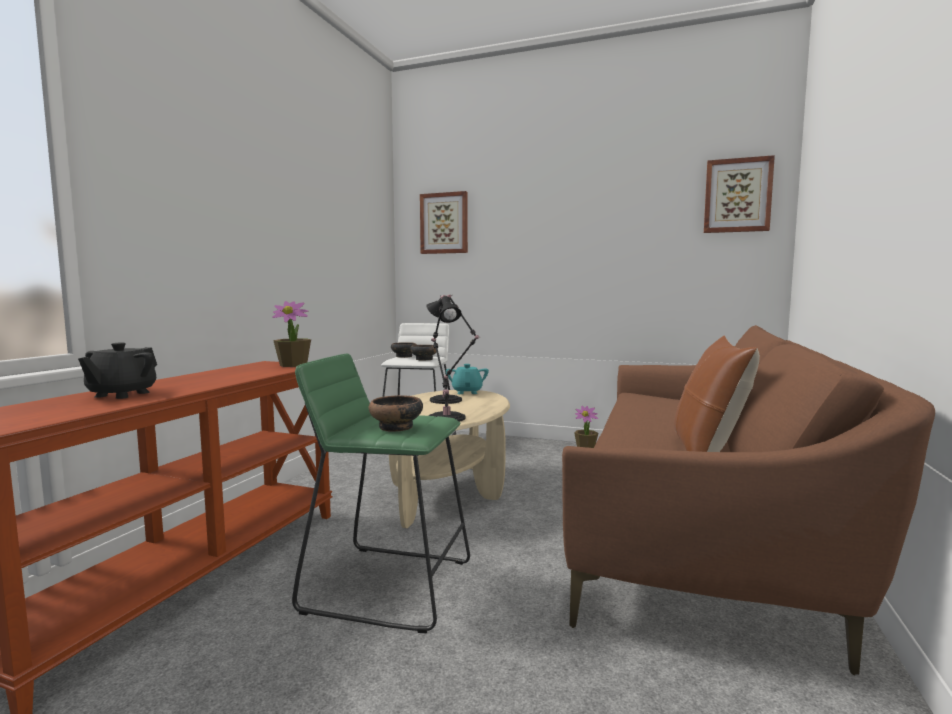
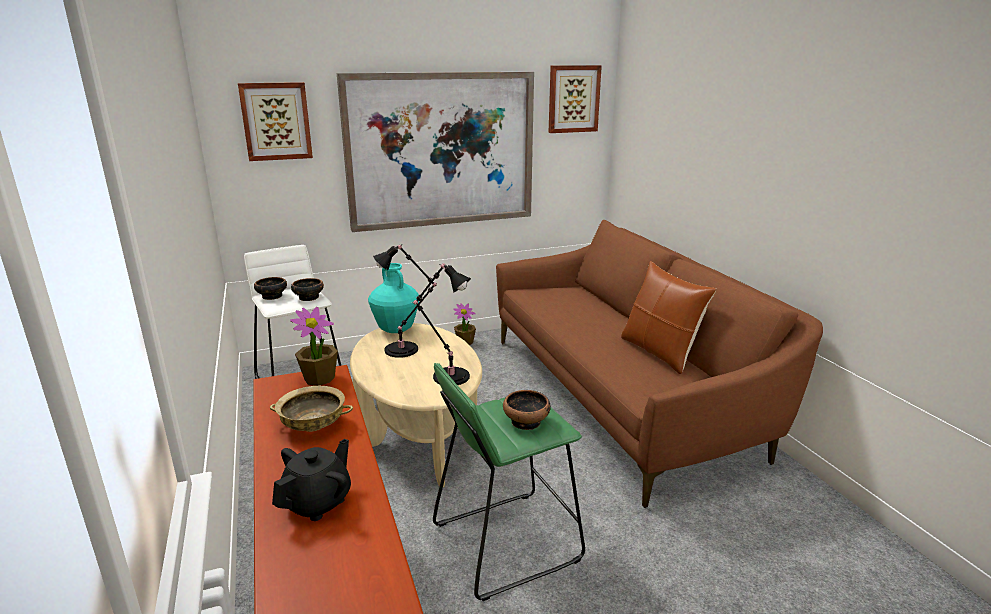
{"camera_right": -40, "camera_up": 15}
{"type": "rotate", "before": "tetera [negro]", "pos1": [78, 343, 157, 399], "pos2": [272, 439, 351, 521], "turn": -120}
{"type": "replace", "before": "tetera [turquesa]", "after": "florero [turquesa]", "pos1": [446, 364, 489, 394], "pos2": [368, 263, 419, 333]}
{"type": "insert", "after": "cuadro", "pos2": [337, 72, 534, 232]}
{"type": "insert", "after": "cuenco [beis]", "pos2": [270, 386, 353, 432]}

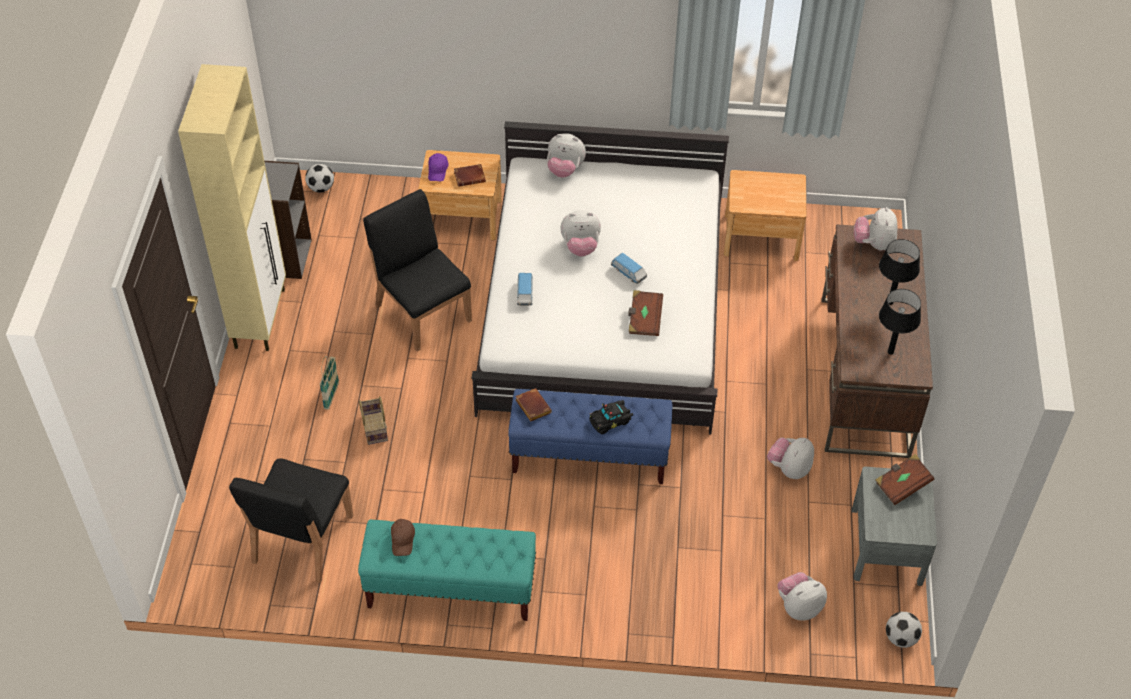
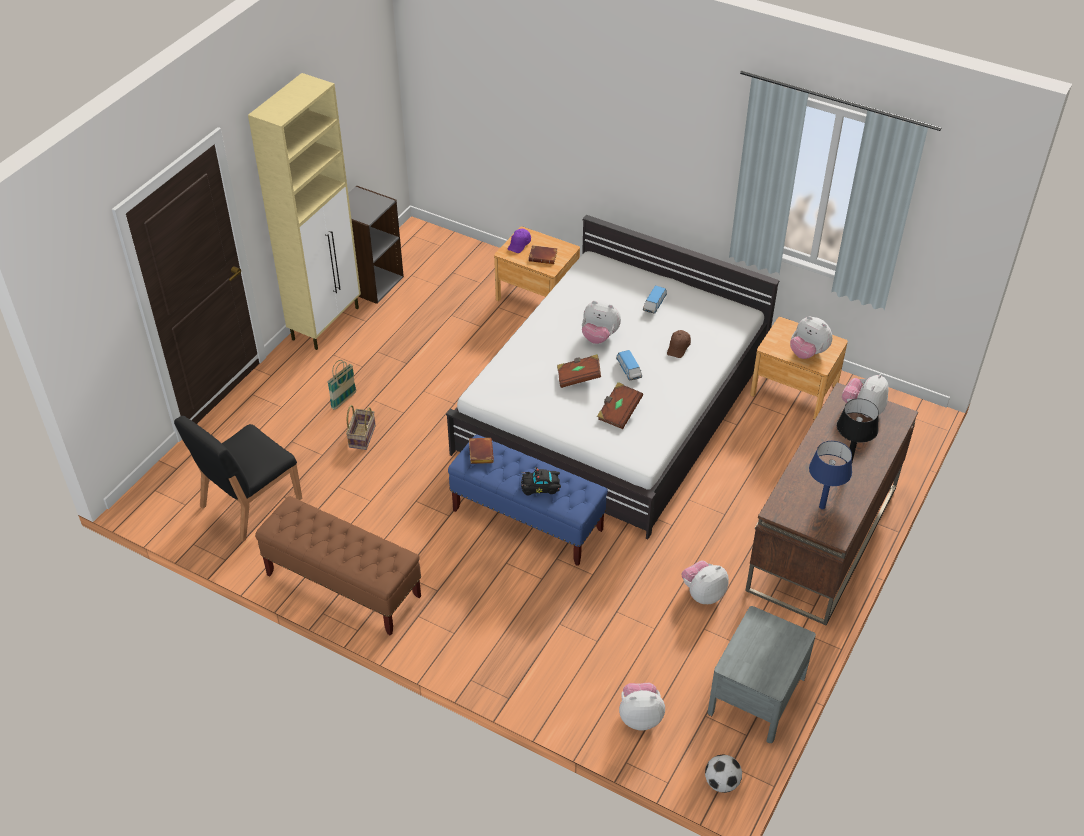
{"camera_right": 25, "camera_up": -5}
{"type": "move", "before": "peluche", "pos1": [547, 133, 586, 178], "pos2": [790, 316, 833, 359]}
{"type": "delete", "before": "balón de fútbol", "pos1": [305, 164, 334, 192]}
{"type": "delete", "before": "silla [negro]", "pos1": [363, 189, 472, 351]}
{"type": "move", "before": "coche de juguete", "pos1": [517, 273, 533, 306], "pos2": [643, 285, 667, 314]}
{"type": "recolor", "before": "lámpara de mesa [negro]", "after": "lámpara de mesa [azul]", "pos1": [879, 289, 921, 355], "pos2": [809, 441, 852, 509]}
{"type": "move", "before": "libro [marrón]", "pos1": [875, 454, 935, 505], "pos2": [557, 354, 601, 388]}
{"type": "recolor", "before": "banco [turquesa]", "after": "banco [marrón]", "pos1": [358, 519, 536, 621], "pos2": [255, 496, 421, 636]}
{"type": "move", "before": "gorra [marrón]", "pos1": [391, 519, 415, 556], "pos2": [667, 330, 691, 358]}

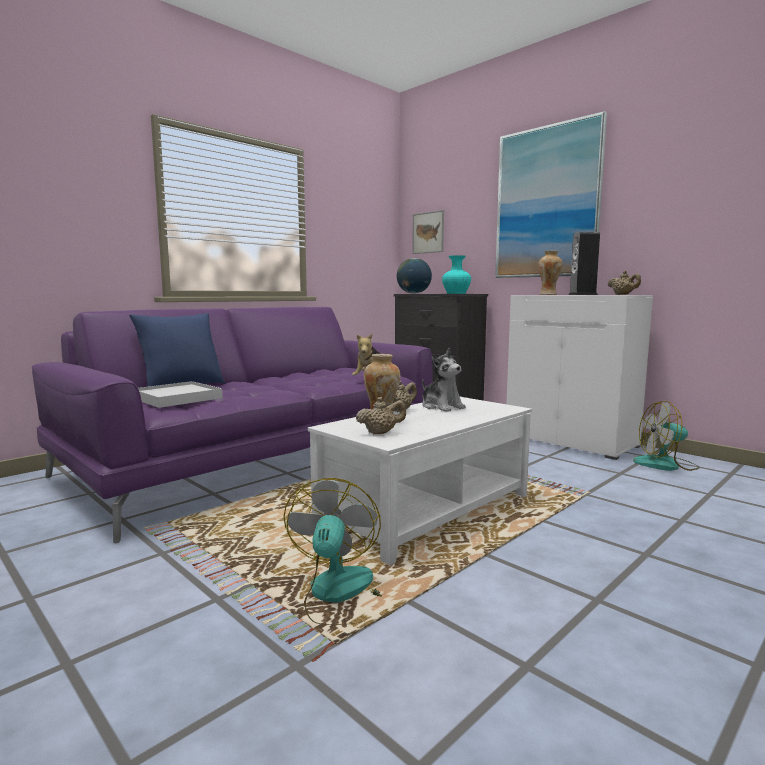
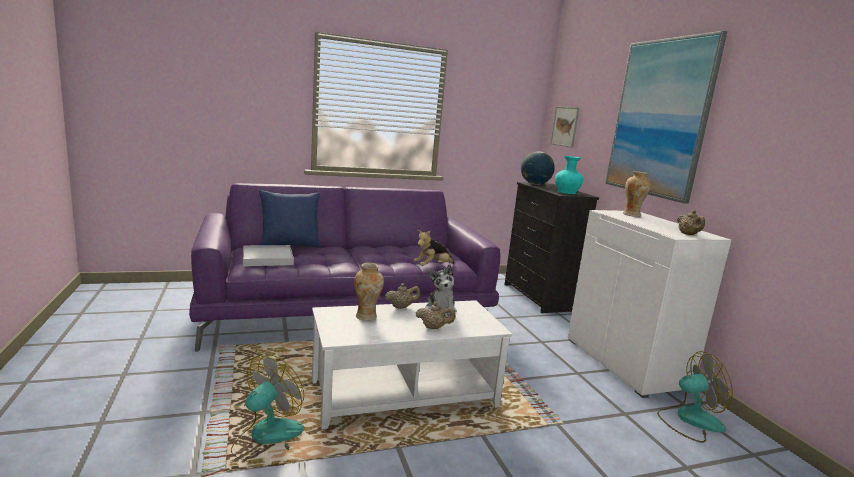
{"camera_right": 25, "camera_up": 5}
{"type": "delete", "before": "altavoz", "pos1": [568, 232, 600, 295]}
{"type": "move", "before": "tetera [beis]", "pos1": [356, 397, 406, 434], "pos2": [416, 302, 455, 329]}
{"type": "rotate", "before": "ventilador", "pos1": [633, 401, 700, 471], "pos2": [657, 351, 733, 443], "turn": 150}

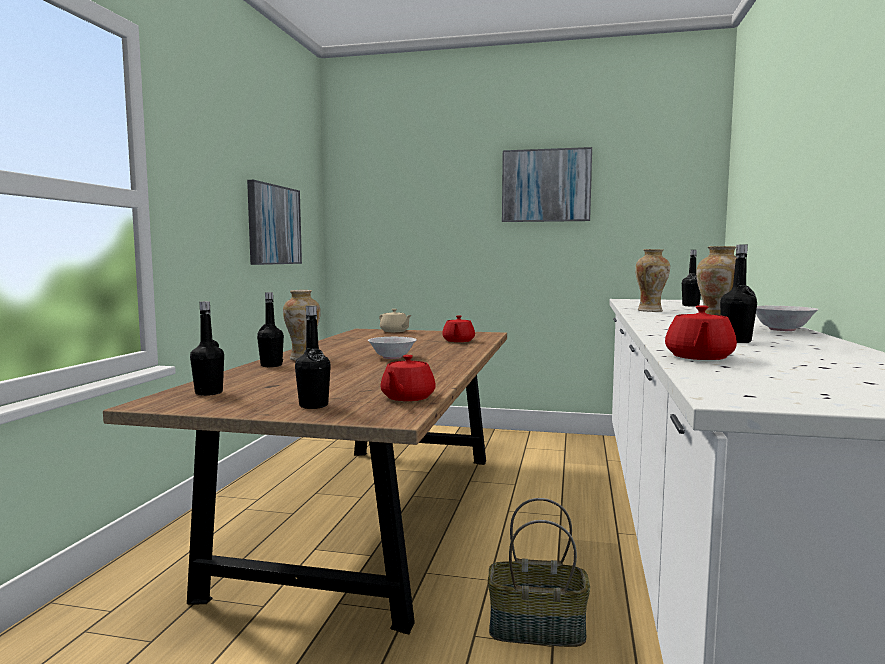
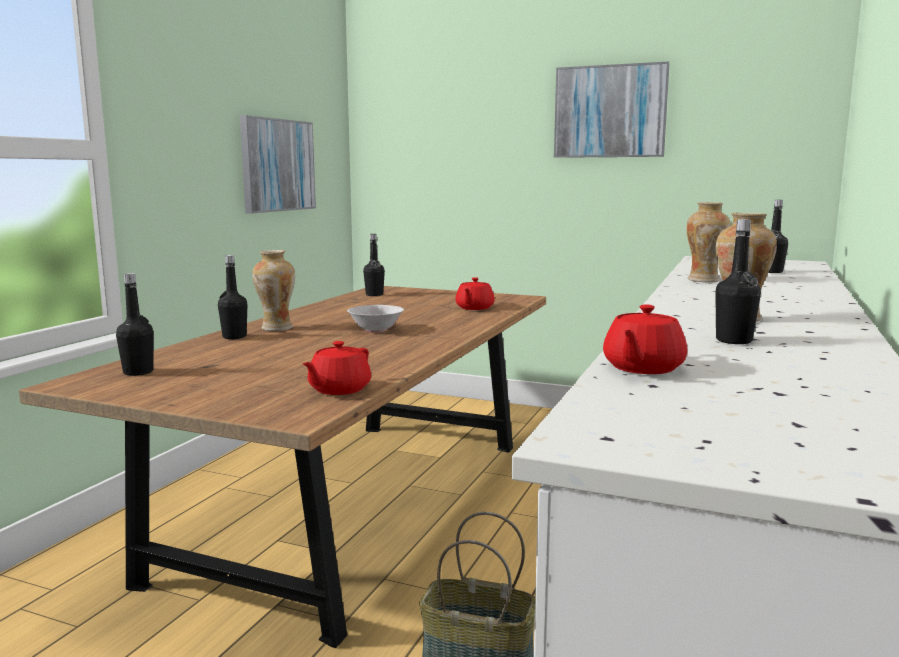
{"camera_right": 10, "camera_up": 5}
{"type": "move", "before": "botella [negro]", "pos1": [295, 306, 331, 409], "pos2": [363, 234, 385, 296]}
{"type": "delete", "before": "cuenco [blanco]", "pos1": [756, 306, 819, 331]}
{"type": "delete", "before": "tetera [beis]", "pos1": [379, 309, 412, 332]}

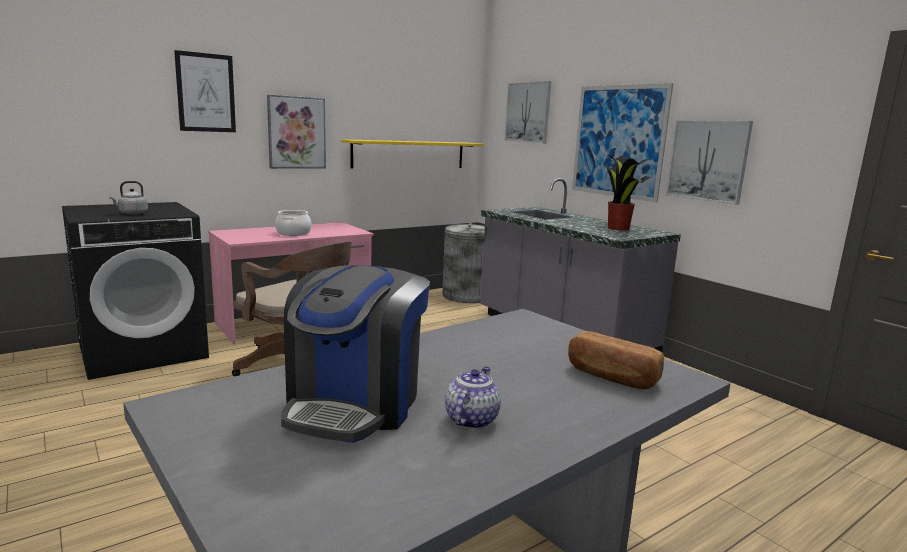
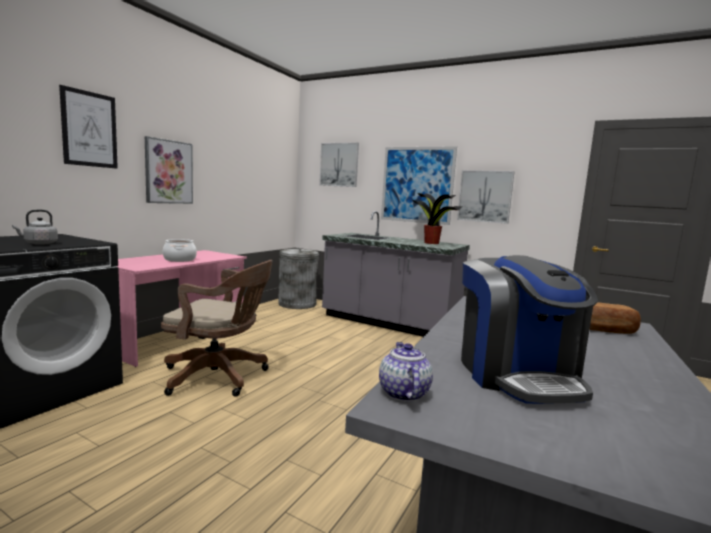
{"camera_right": -25, "camera_up": -5}
{"type": "delete", "before": "estante [amarillo]", "pos1": [341, 139, 484, 169]}
{"type": "move", "before": "tetera", "pos1": [445, 367, 501, 429], "pos2": [379, 342, 433, 402]}

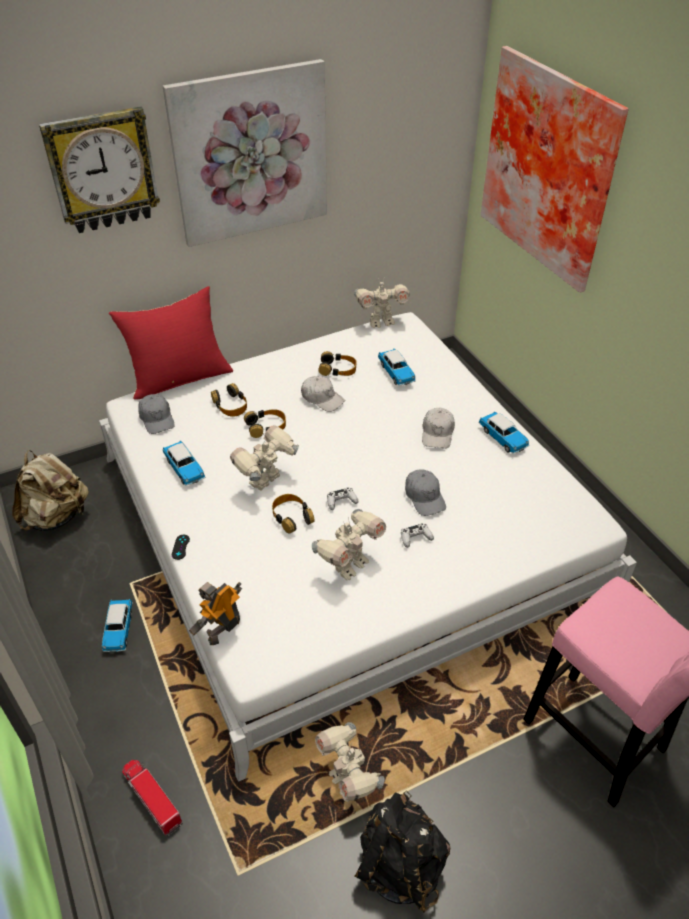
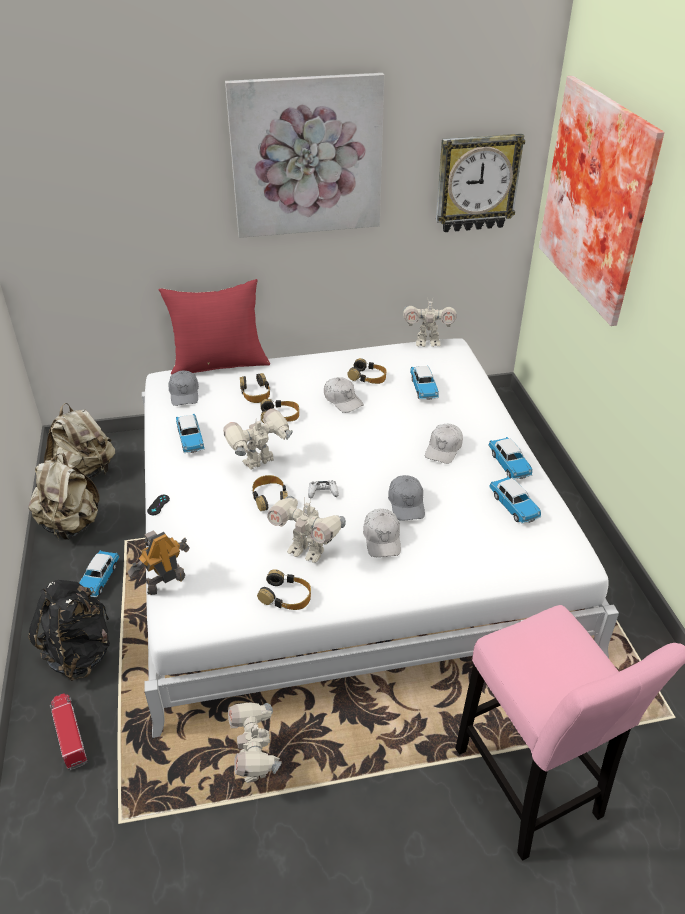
{"camera_right": 15, "camera_up": -5}
{"type": "move", "before": "reloj de pared", "pos1": [39, 106, 160, 233], "pos2": [436, 134, 525, 232]}
{"type": "rotate", "before": "robot de juguete", "pos1": [312, 509, 386, 580], "pos2": [267, 496, 346, 563], "turn": 60}
{"type": "replace", "before": "mando de consola [blanco]", "after": "gorra [blanco]", "pos1": [401, 523, 434, 548], "pos2": [363, 509, 401, 557]}
{"type": "move", "before": "mochila [negro]", "pos1": [355, 790, 450, 913], "pos2": [29, 580, 110, 681]}
{"type": "insert", "after": "mochila [beis]", "pos2": [28, 453, 100, 540]}
{"type": "insert", "after": "coche de juguete", "pos2": [489, 476, 541, 524]}
{"type": "insert", "after": "auriculares", "pos2": [257, 569, 311, 610]}

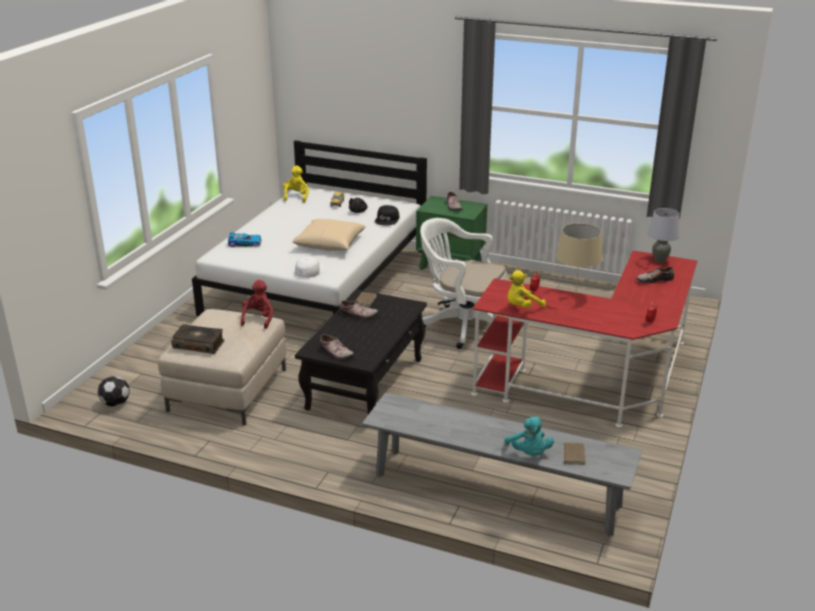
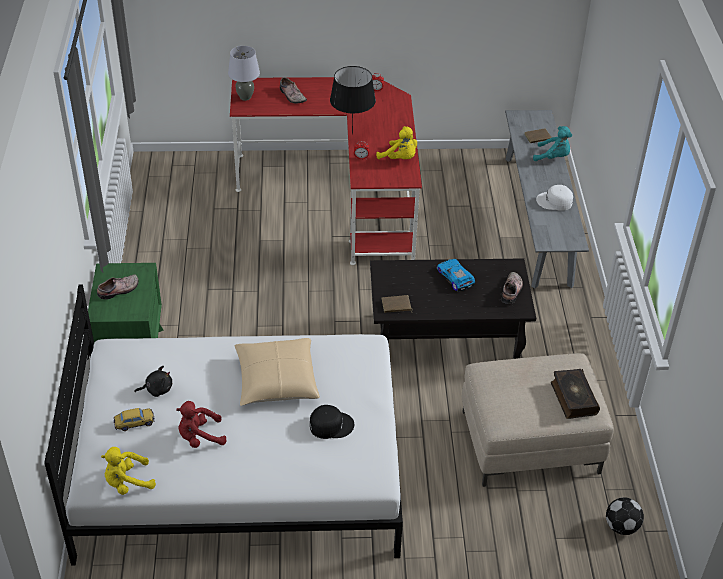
{"camera_right": -115, "camera_up": 15}
{"type": "move", "before": "gorra [negro]", "pos1": [375, 205, 399, 226], "pos2": [310, 405, 354, 439]}
{"type": "delete", "before": "silla de oficina [blanco]", "pos1": [420, 218, 507, 349]}
{"type": "recolor", "before": "lámpara de mesa [beis]", "after": "lámpara de mesa [negro]", "pos1": [556, 223, 603, 294], "pos2": [330, 66, 376, 134]}
{"type": "move", "before": "coche de juguete", "pos1": [228, 232, 261, 247], "pos2": [437, 259, 475, 292]}
{"type": "move", "before": "gorra [blanco]", "pos1": [295, 256, 325, 278], "pos2": [536, 185, 573, 211]}
{"type": "move", "before": "peluche [rojo]", "pos1": [241, 280, 274, 329], "pos2": [176, 401, 227, 448]}
{"type": "delete", "before": "zapato", "pos1": [340, 300, 378, 319]}
{"type": "rotate", "before": "peluche [turquesa]", "pos1": [504, 416, 554, 456], "pos2": [533, 126, 572, 161], "turn": 60}

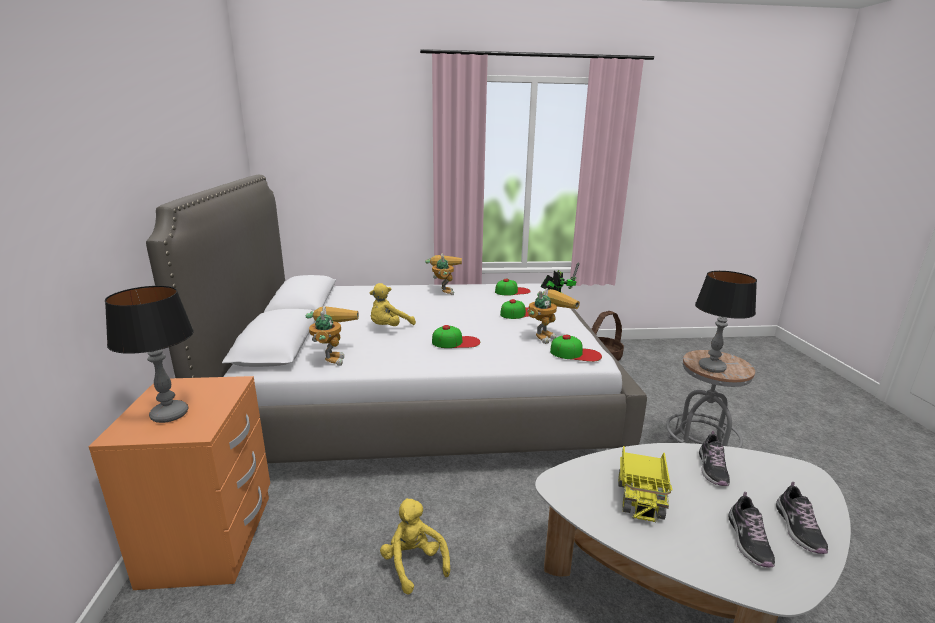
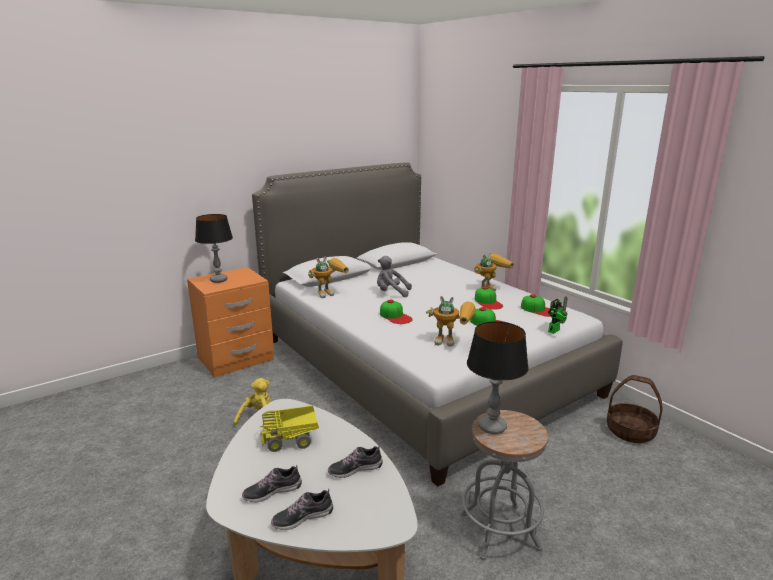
{"camera_right": 60, "camera_up": 0}
{"type": "recolor", "before": "peluche [amarillo]", "after": "peluche [gris]", "pos1": [369, 283, 416, 326], "pos2": [377, 256, 412, 297]}
{"type": "move", "before": "gorra", "pos1": [550, 335, 602, 362], "pos2": [475, 286, 503, 310]}

